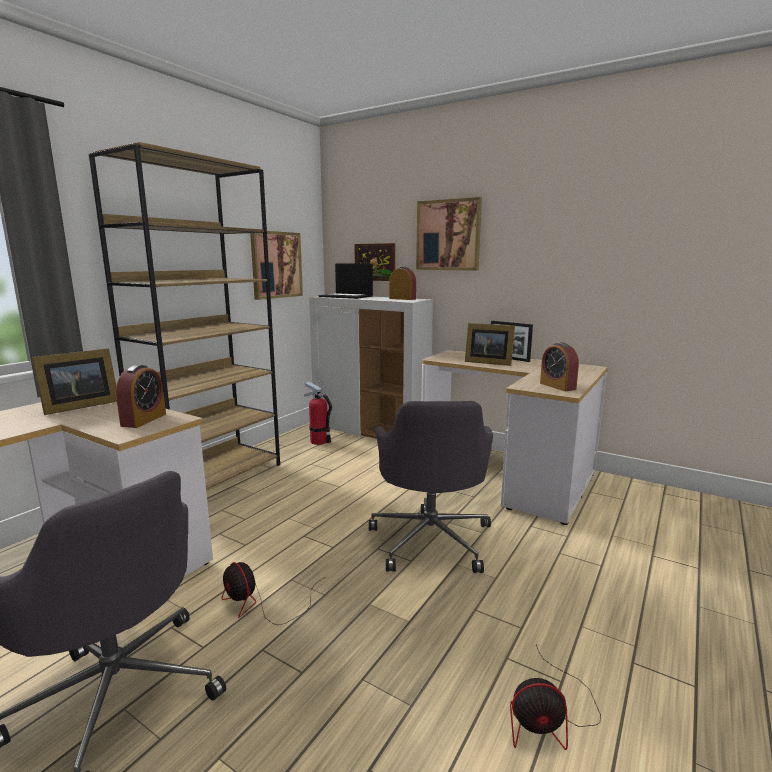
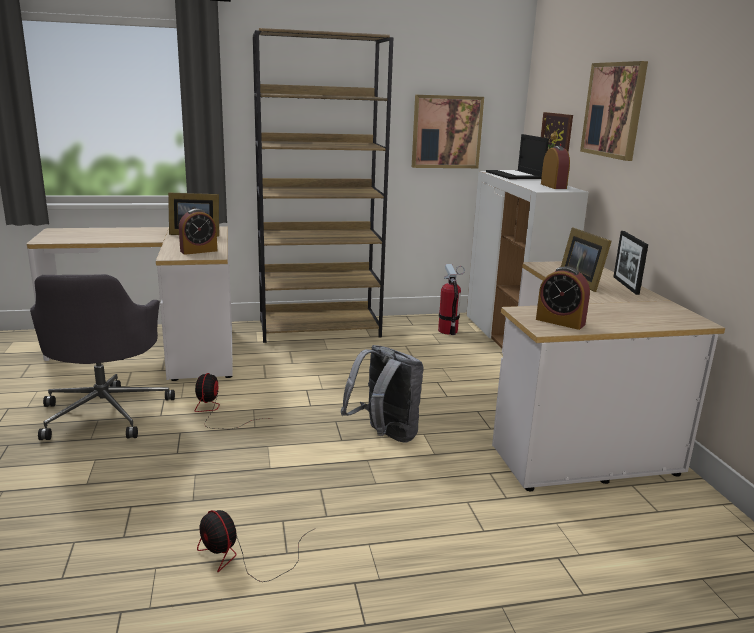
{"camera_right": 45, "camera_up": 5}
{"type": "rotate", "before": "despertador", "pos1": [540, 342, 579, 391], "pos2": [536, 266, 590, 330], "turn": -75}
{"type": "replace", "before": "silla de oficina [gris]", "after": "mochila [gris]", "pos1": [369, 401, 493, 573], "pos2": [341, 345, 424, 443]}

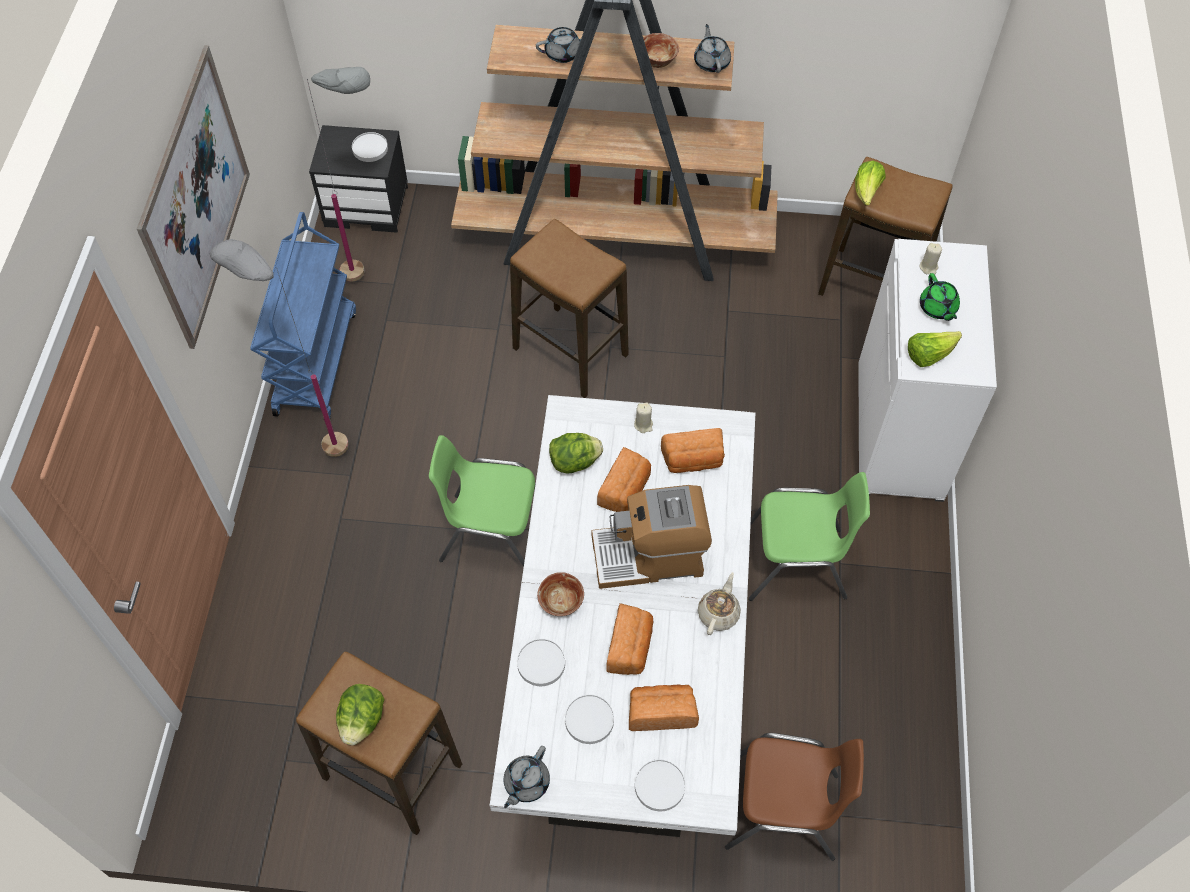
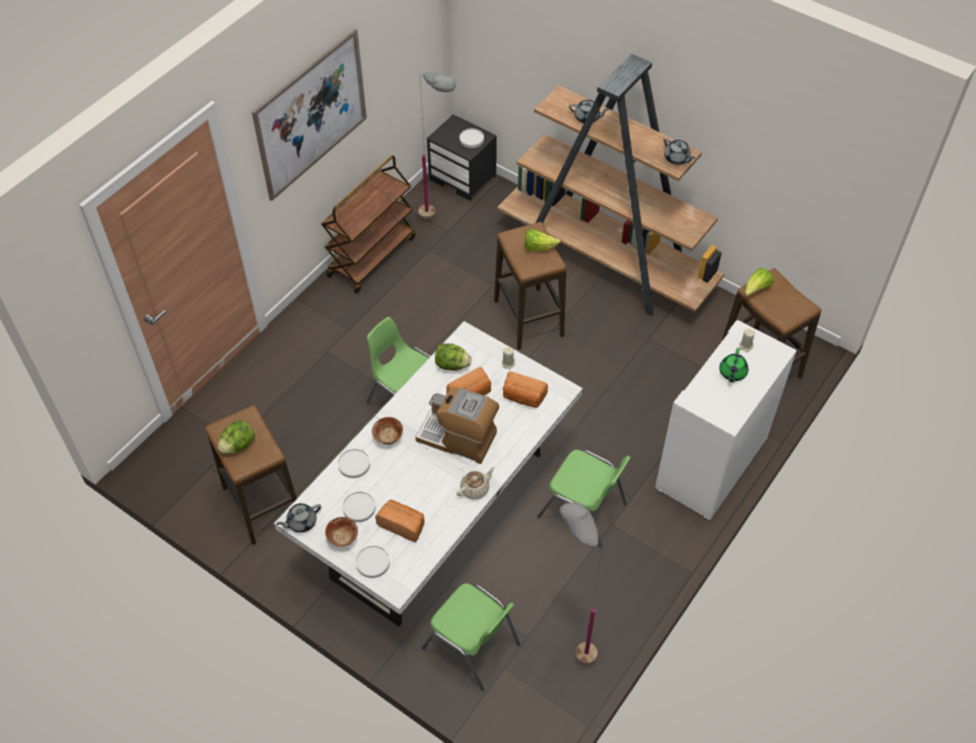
{"camera_right": 30, "camera_up": -5}
{"type": "rotate", "before": "tetera [gris]", "pos1": [694, 24, 731, 73], "pos2": [664, 138, 695, 165], "turn": 120}
{"type": "move", "before": "cuenco", "pos1": [643, 33, 679, 68], "pos2": [325, 517, 358, 547]}
{"type": "recolor", "before": "carrito [azul]", "after": "carrito [marrón]", "pos1": [250, 212, 356, 418], "pos2": [321, 155, 415, 293]}
{"type": "move", "before": "lámpara de pie [gris]", "pos1": [210, 239, 349, 457], "pos2": [560, 502, 603, 665]}
{"type": "move", "before": "lechuga", "pos1": [908, 331, 962, 367], "pos2": [525, 229, 561, 251]}
{"type": "delete", "before": "pan", "pos1": [606, 603, 654, 675]}
{"type": "recolor", "before": "silla [marrón]", "after": "silla [verde]", "pos1": [725, 733, 864, 861], "pos2": [422, 583, 520, 691]}

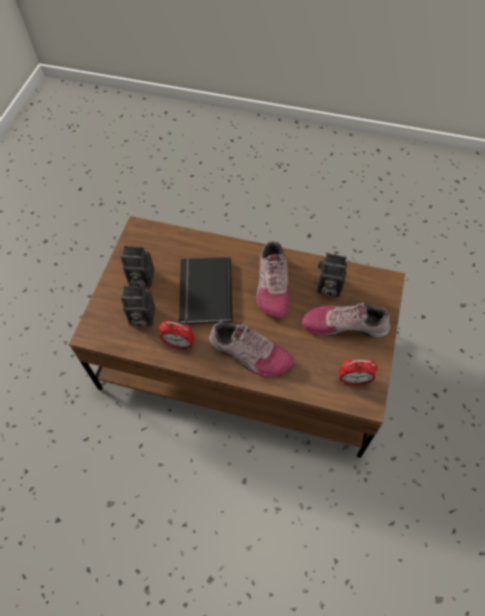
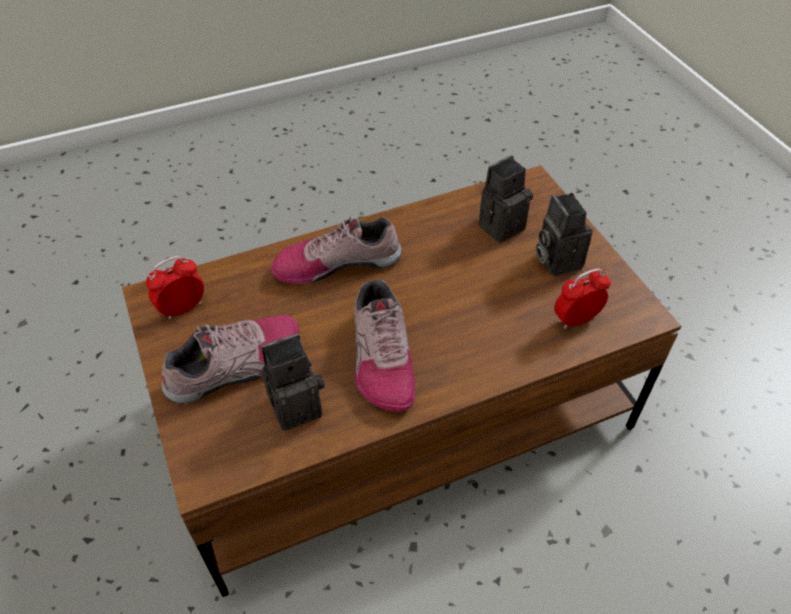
{"camera_right": 140, "camera_up": -10}
{"type": "rotate", "before": "zapato", "pos1": [256, 241, 289, 319], "pos2": [354, 280, 415, 412], "turn": -150}
{"type": "rotate", "before": "cámara", "pos1": [121, 246, 154, 288], "pos2": [536, 193, 593, 276], "turn": -75}
{"type": "delete", "before": "libro [negro]", "pos1": [179, 257, 232, 325]}
{"type": "move", "before": "despertador", "pos1": [159, 320, 195, 350], "pos2": [554, 268, 611, 329]}

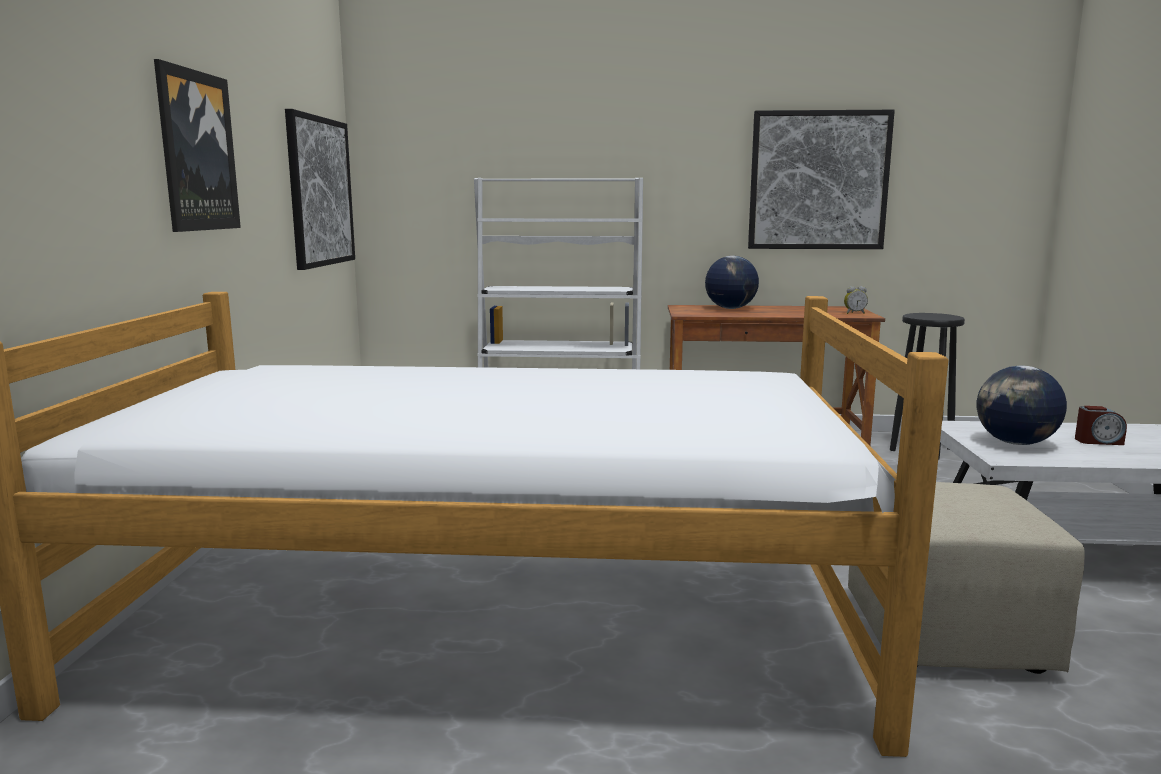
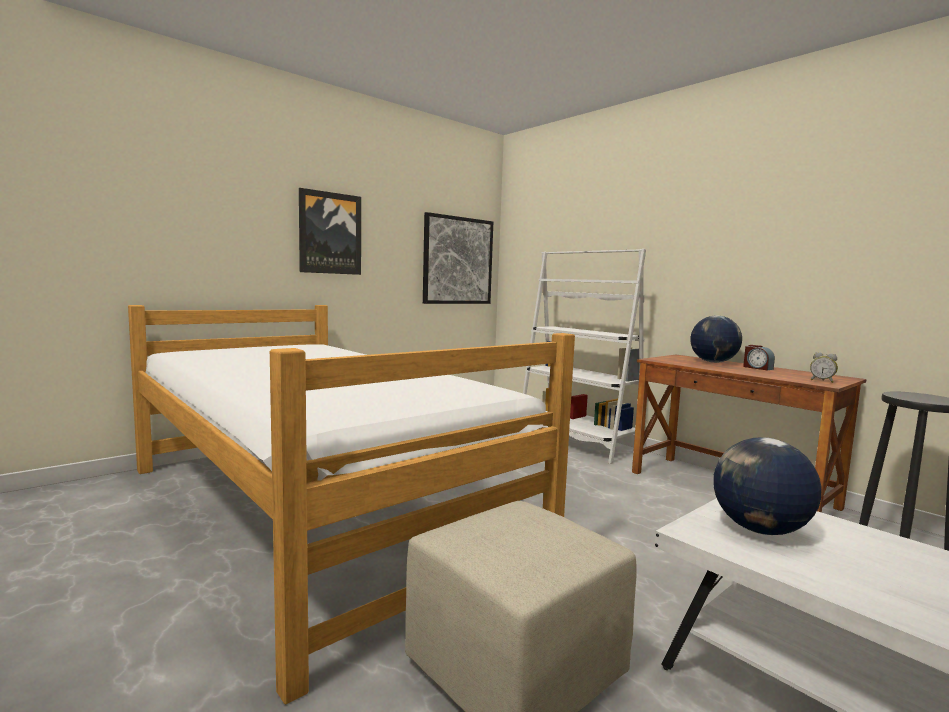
{"camera_right": 45, "camera_up": -5}
{"type": "delete", "before": "cuadro", "pos1": [748, 110, 895, 249]}
{"type": "move", "before": "despertador", "pos1": [1075, 406, 1127, 445], "pos2": [743, 345, 775, 371]}

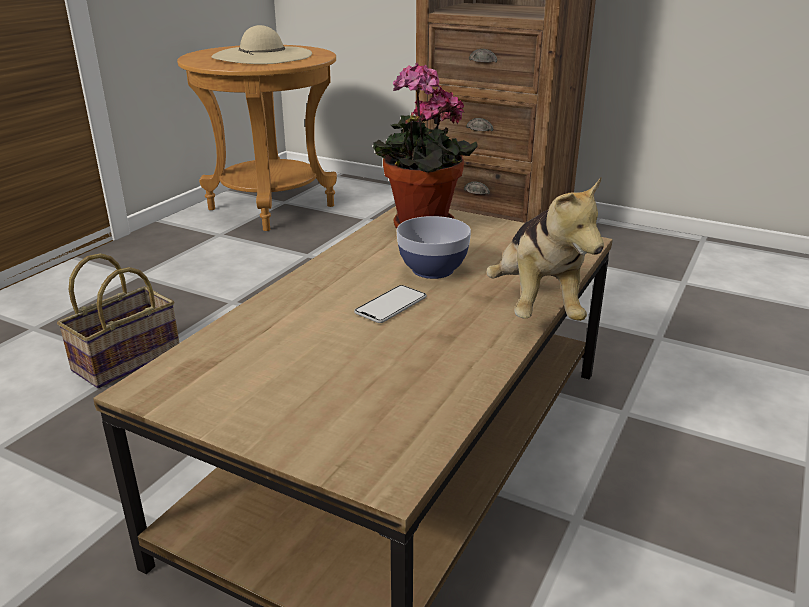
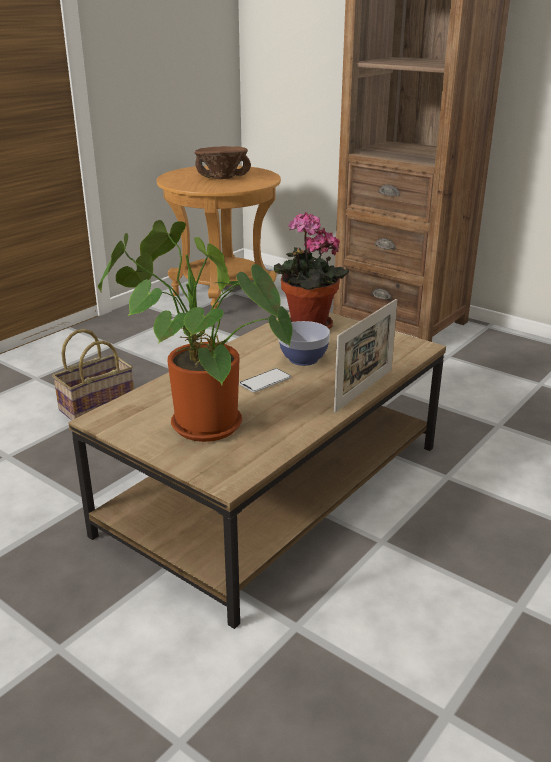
{"camera_right": 10, "camera_up": 0}
{"type": "replace", "before": "sombrero [beis]", "after": "cuenco [marrón]", "pos1": [211, 25, 312, 64], "pos2": [195, 146, 251, 179]}
{"type": "replace", "before": "peluche", "after": "portarretratos", "pos1": [486, 176, 604, 321], "pos2": [334, 299, 397, 413]}
{"type": "insert", "after": "planta en maceta", "pos2": [98, 220, 293, 442]}

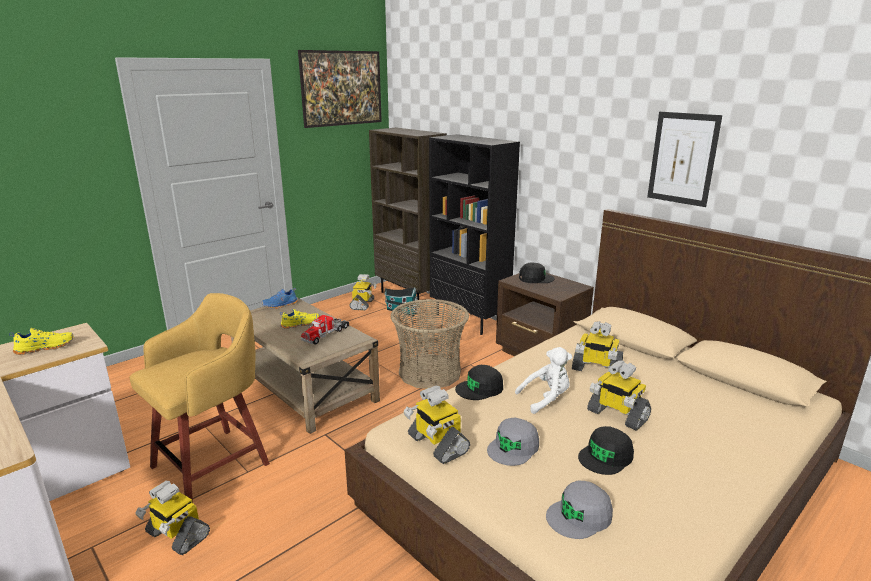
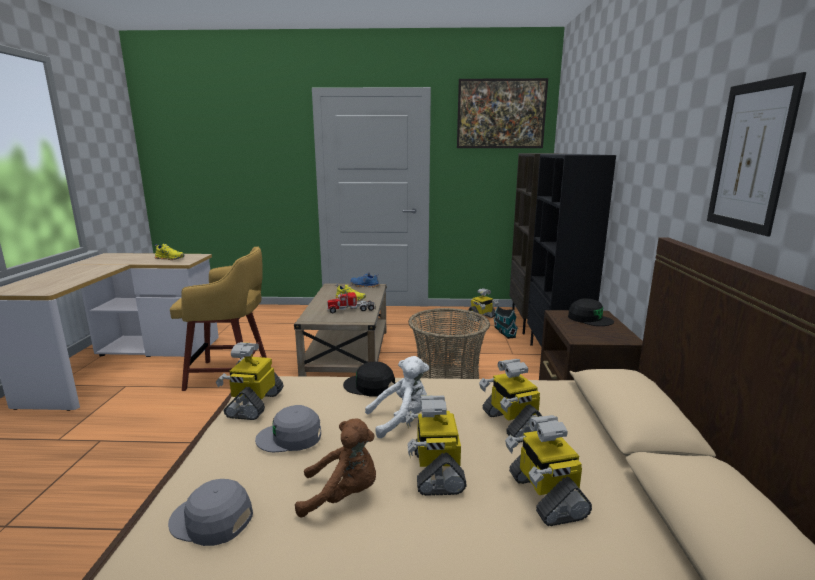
{"camera_right": 45, "camera_up": -5}
{"type": "rotate", "before": "peluche [blanco]", "pos1": [515, 347, 572, 414], "pos2": [365, 356, 429, 438], "turn": -45}
{"type": "replace", "before": "gorra [negro]", "after": "peluche [marrón]", "pos1": [578, 426, 634, 475], "pos2": [295, 419, 376, 518]}
{"type": "move", "before": "robot de juguete", "pos1": [135, 481, 210, 555], "pos2": [505, 415, 592, 526]}

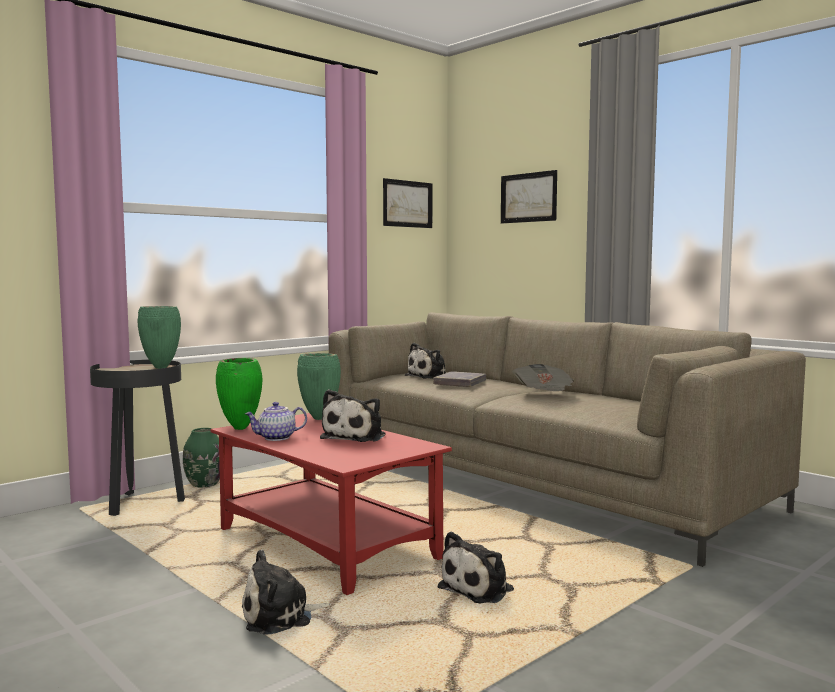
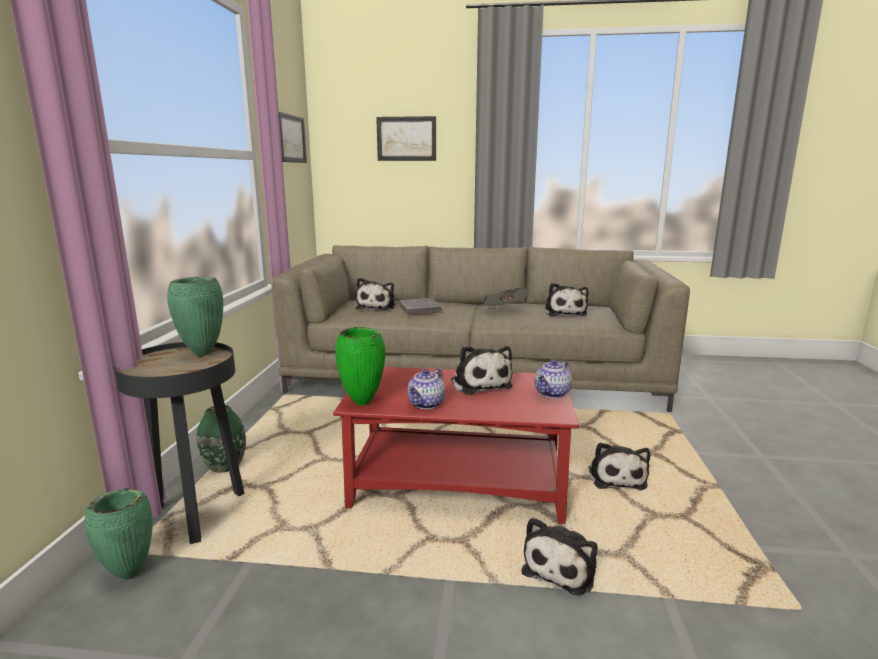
{"camera_right": -40, "camera_up": 10}
{"type": "move", "before": "florero [verde]", "pos1": [297, 353, 341, 420], "pos2": [84, 488, 153, 580]}
{"type": "insert", "after": "peluche", "pos2": [545, 283, 589, 316]}
{"type": "insert", "after": "tetera", "pos2": [535, 360, 572, 398]}

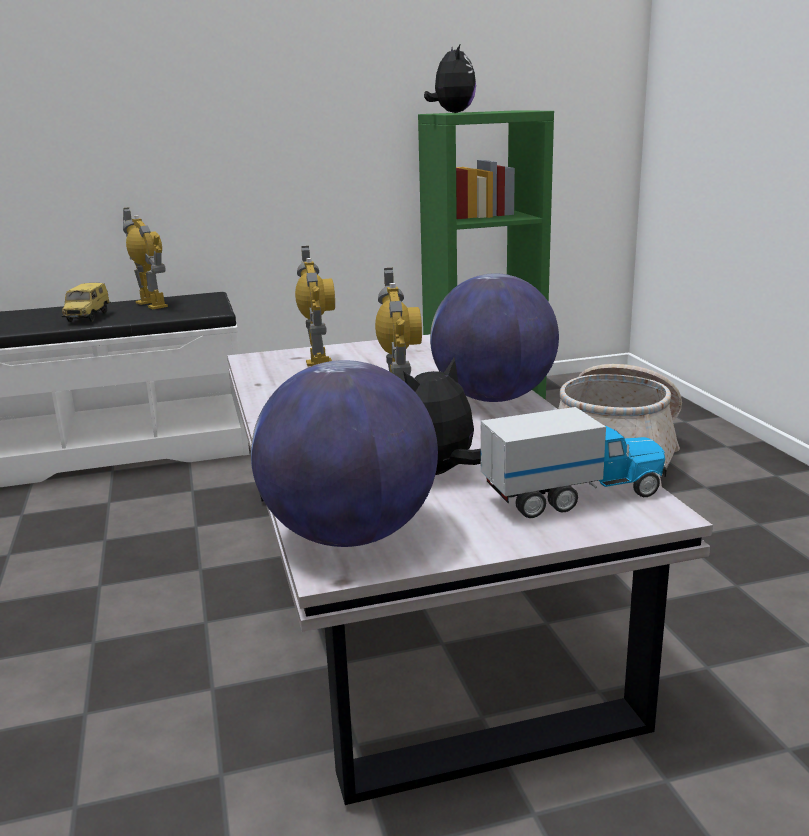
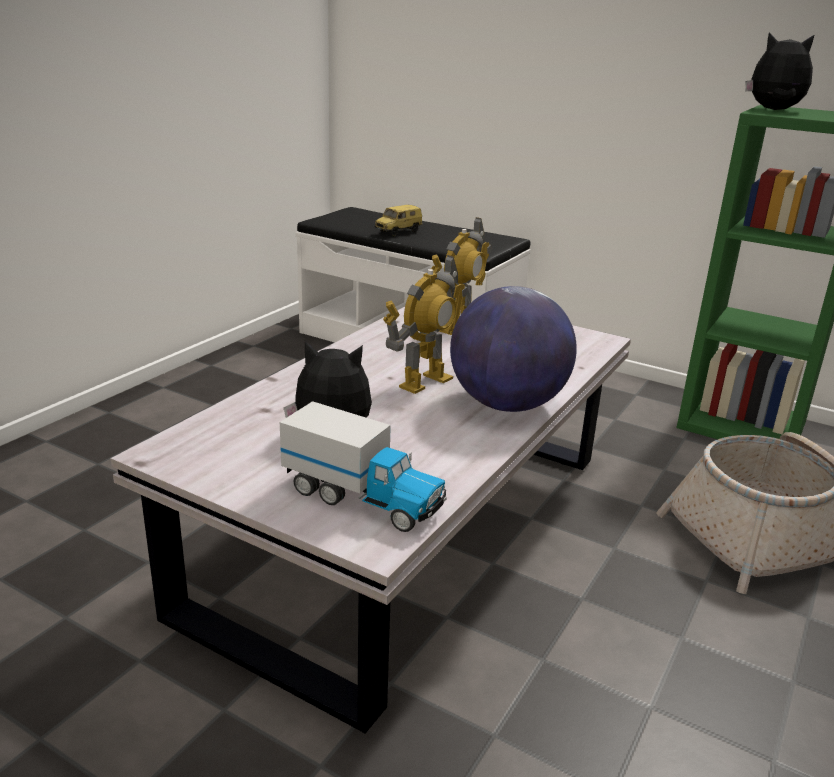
{"camera_right": 45, "camera_up": 5}
{"type": "rotate", "before": "peluche", "pos1": [424, 45, 476, 113], "pos2": [745, 33, 815, 110], "turn": -105}
{"type": "delete", "before": "robot de juguete", "pos1": [123, 207, 168, 309]}
{"type": "delete", "before": "globo terráqueo", "pos1": [251, 360, 438, 547]}

